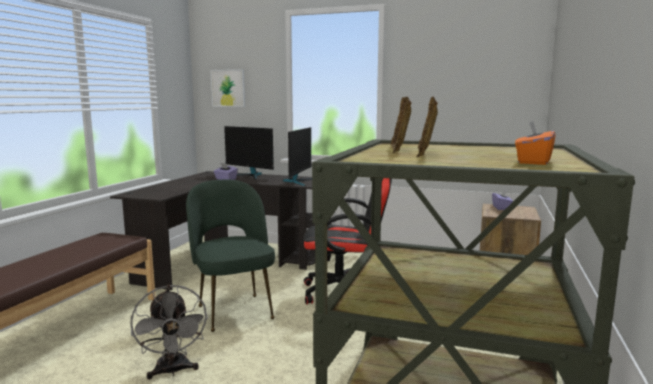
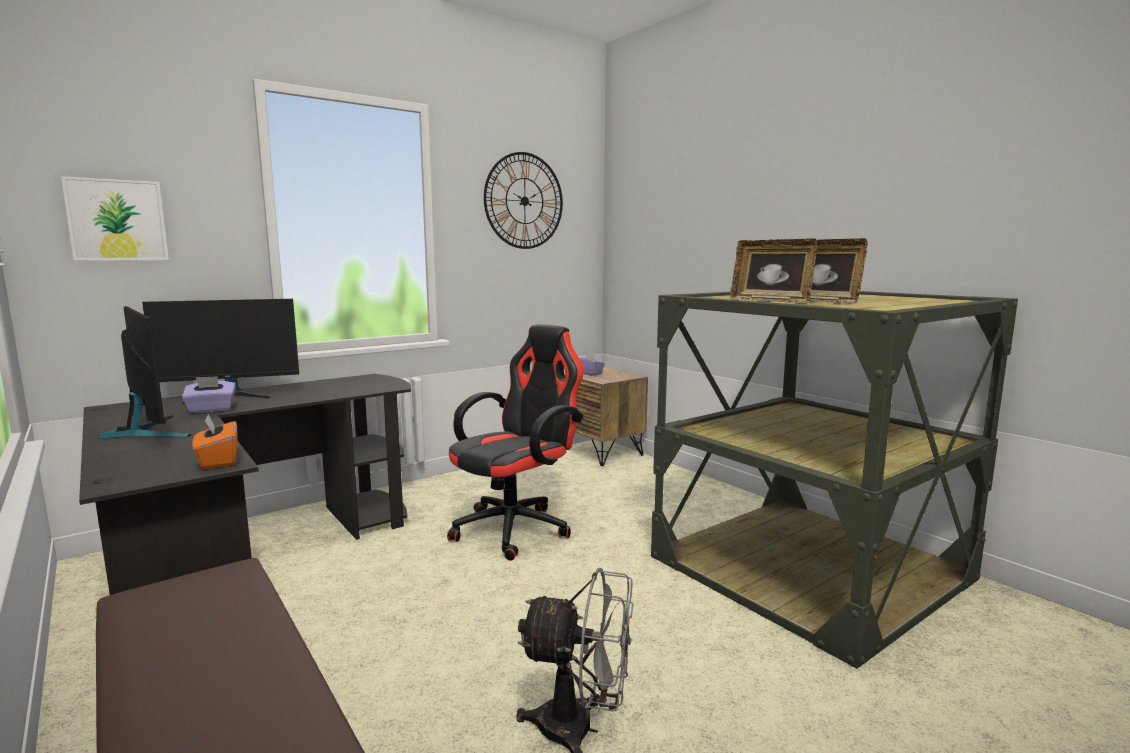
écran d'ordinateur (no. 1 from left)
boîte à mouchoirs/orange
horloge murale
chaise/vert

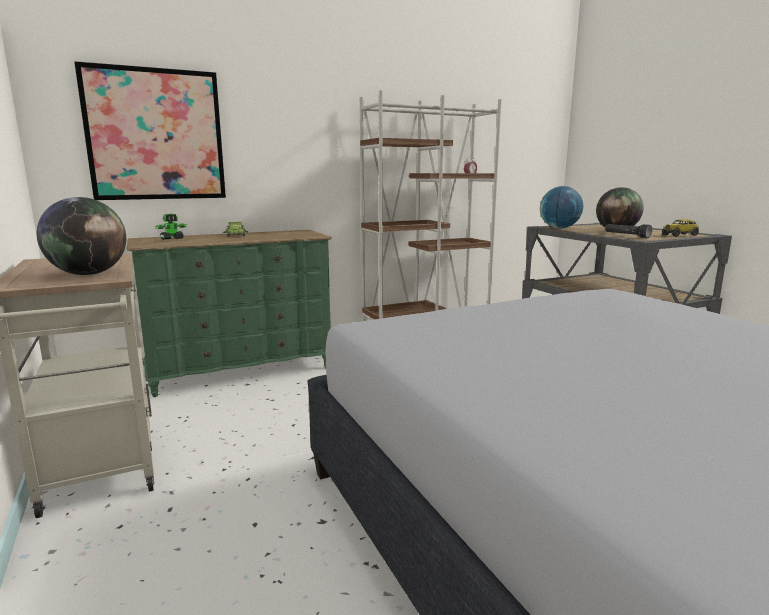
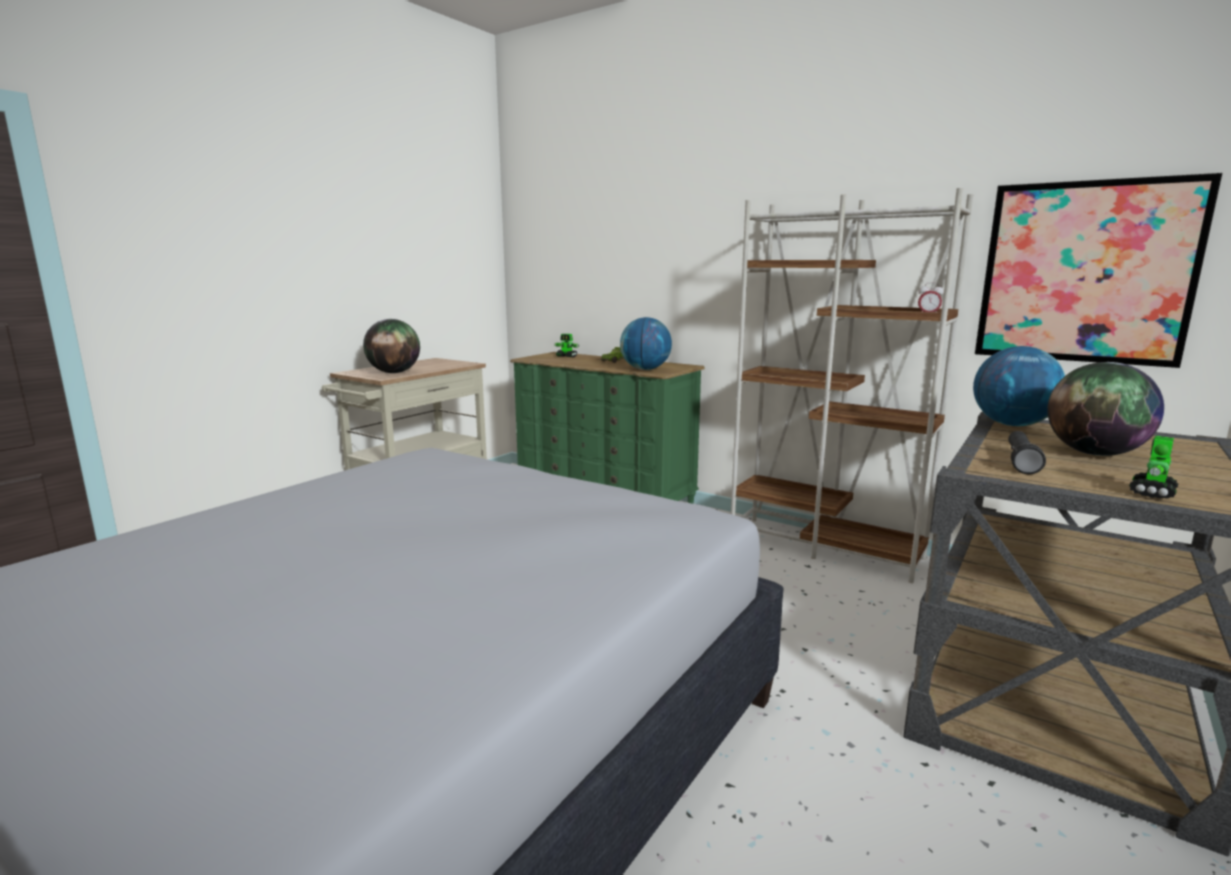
globe (no. 2 from left)
tableau
robot jouet (no. 2 from left)

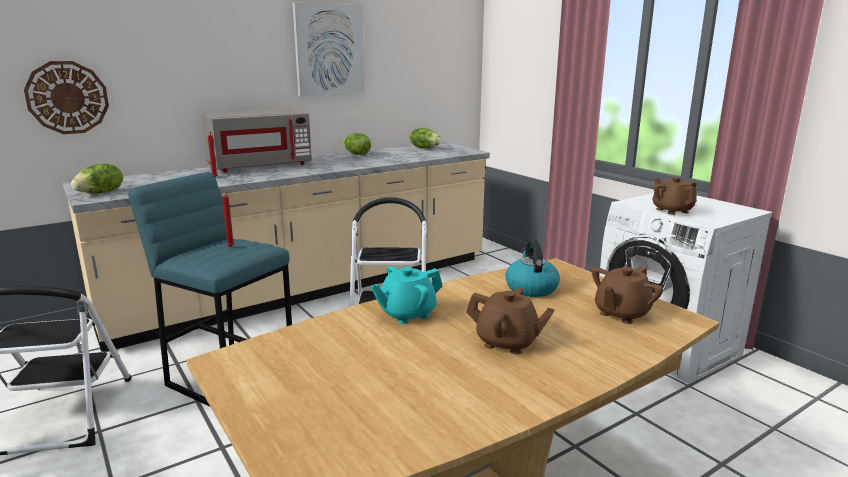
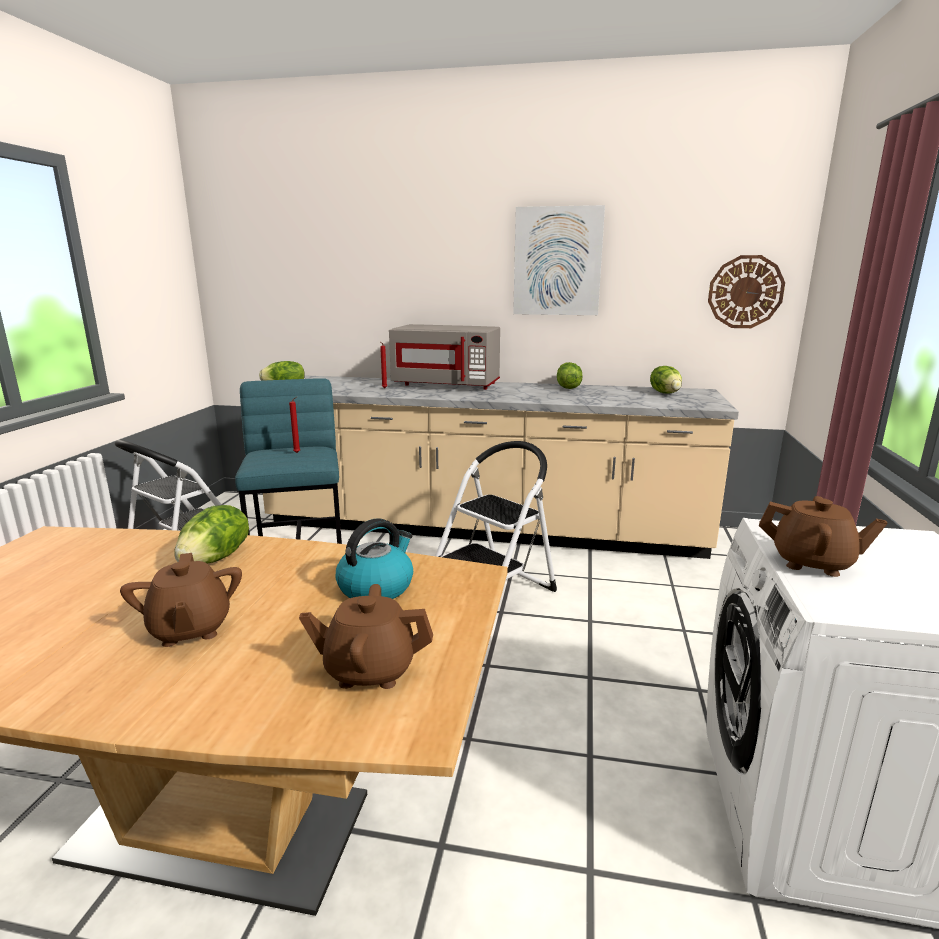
laitue (no. 1 from left)
horloge murale
théière/marron (no. 3 from left)

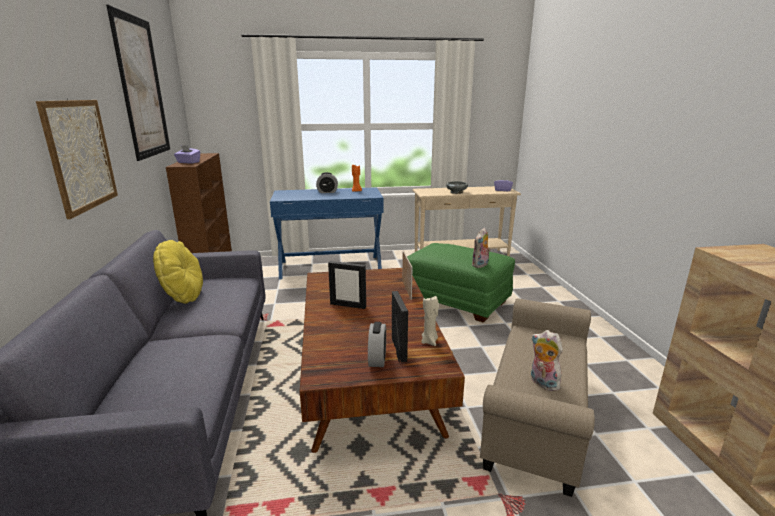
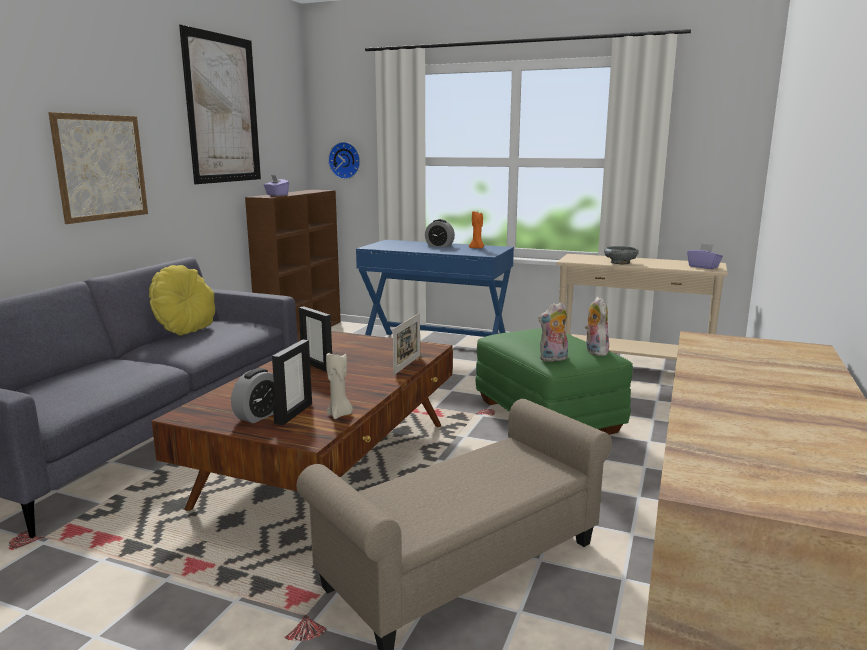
horloge murale
peluche (no. 2 from left)

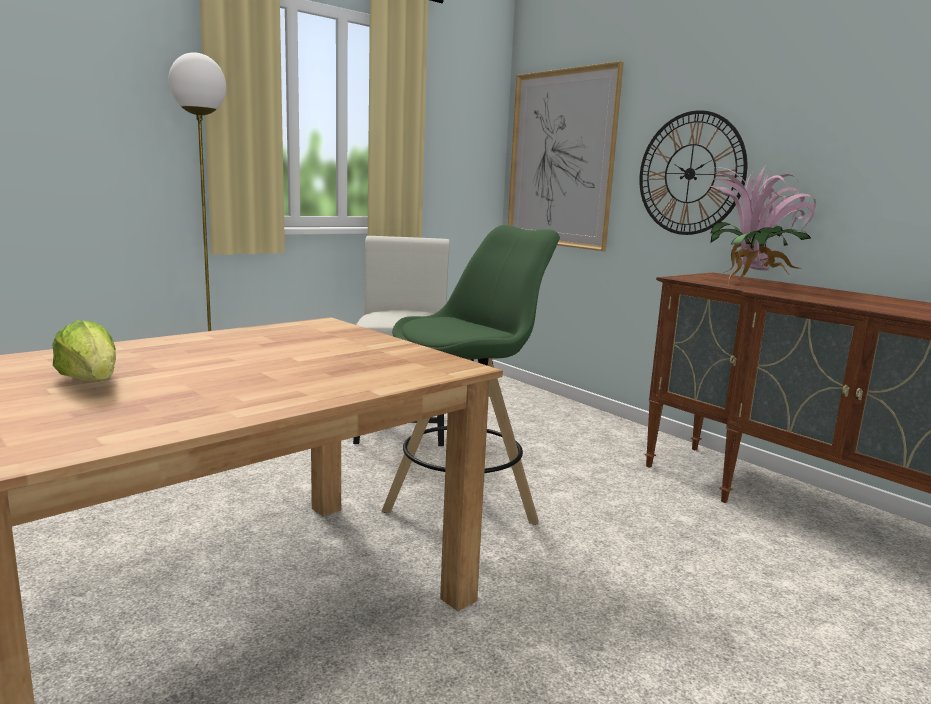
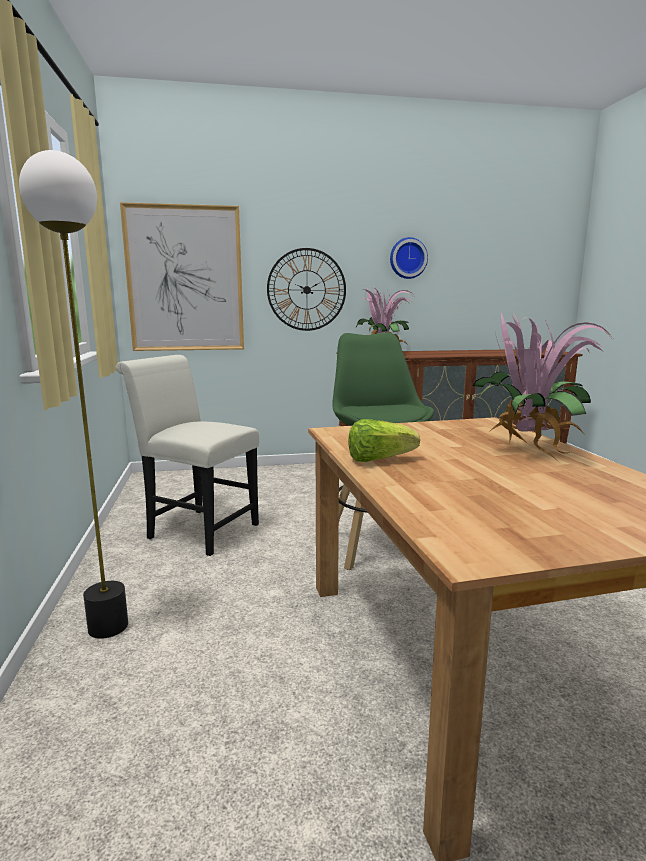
laitue
horloge murale (no. 2 from left)
plante en pot (no. 2 from left)

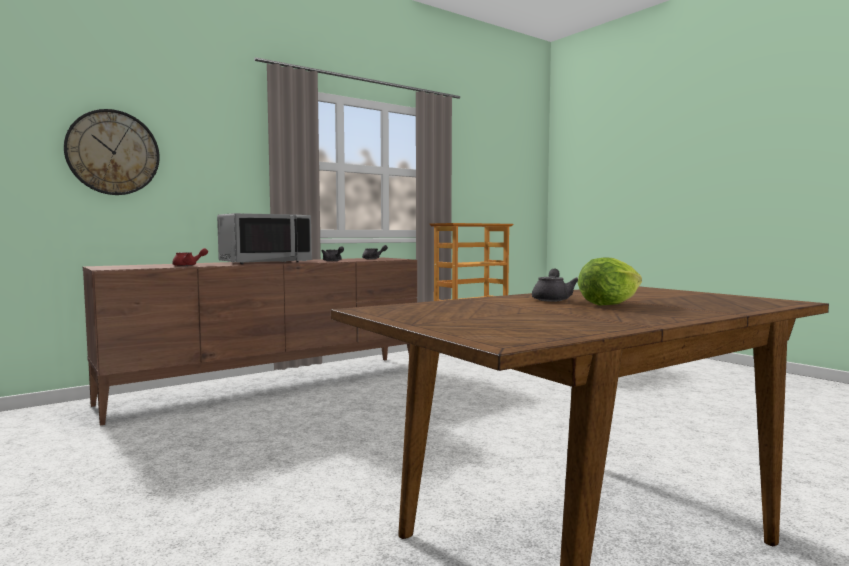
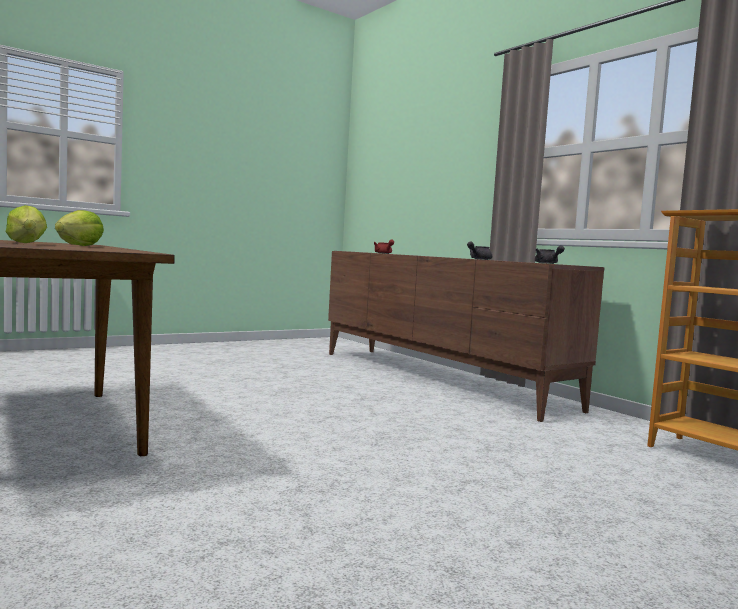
laitue (no. 2 from left)
horloge murale
micro-ondes/gris

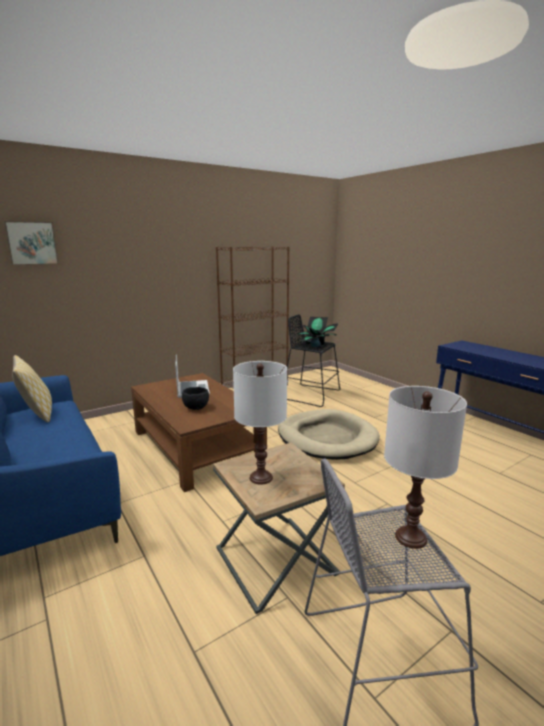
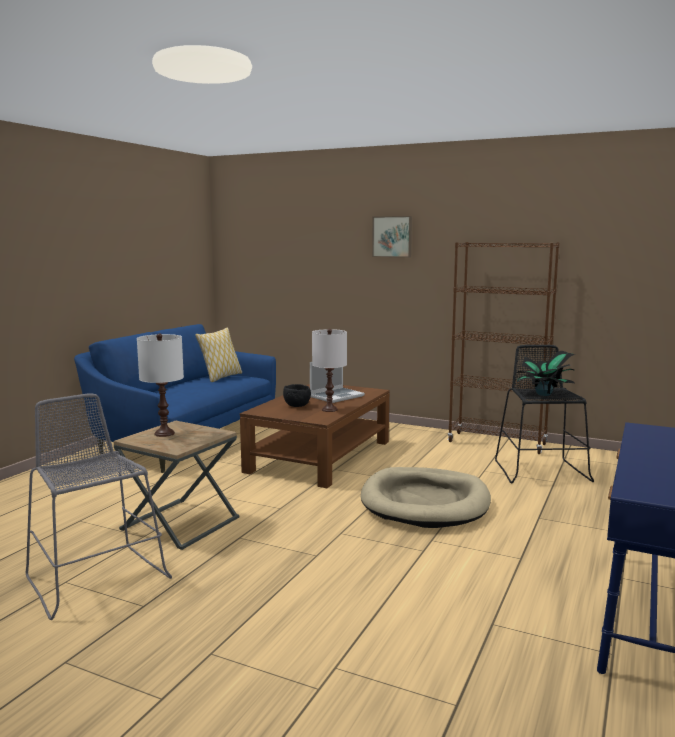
lampe de table/blanc (no. 2 from left)
tableau

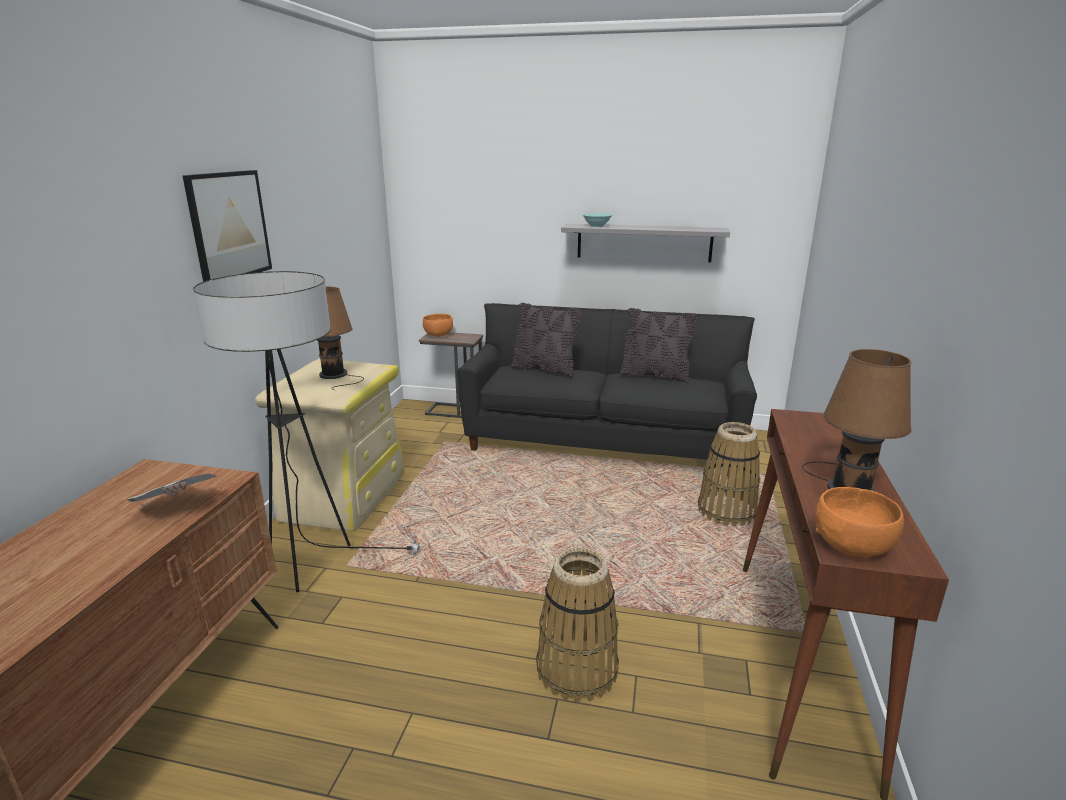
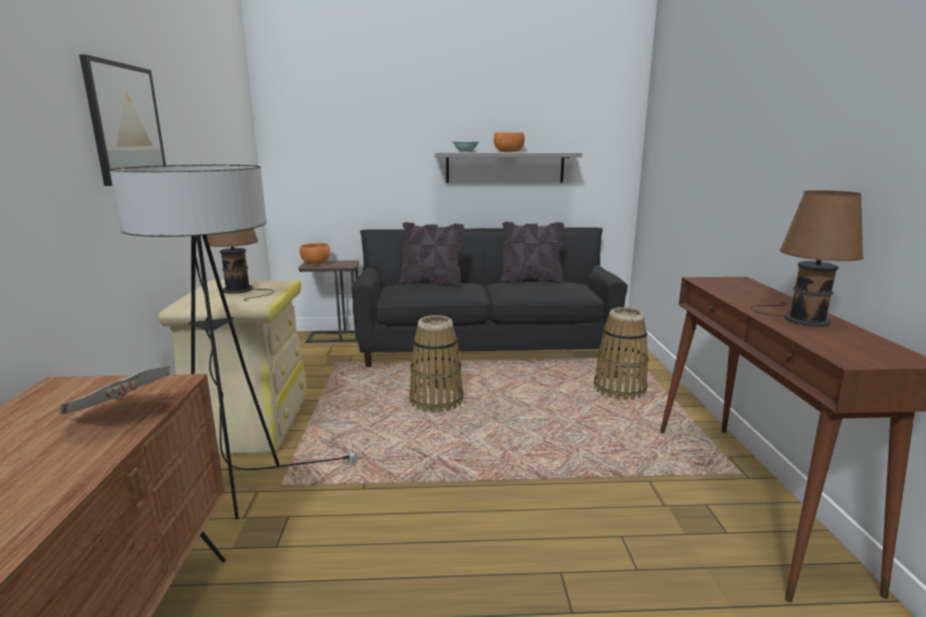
panier (no. 1 from left)
bol/orange (no. 2 from left)

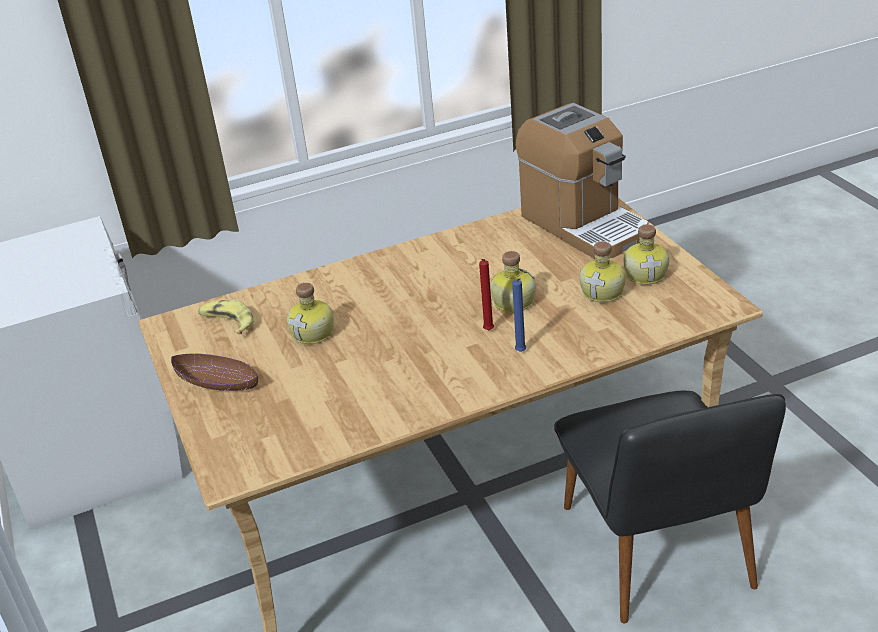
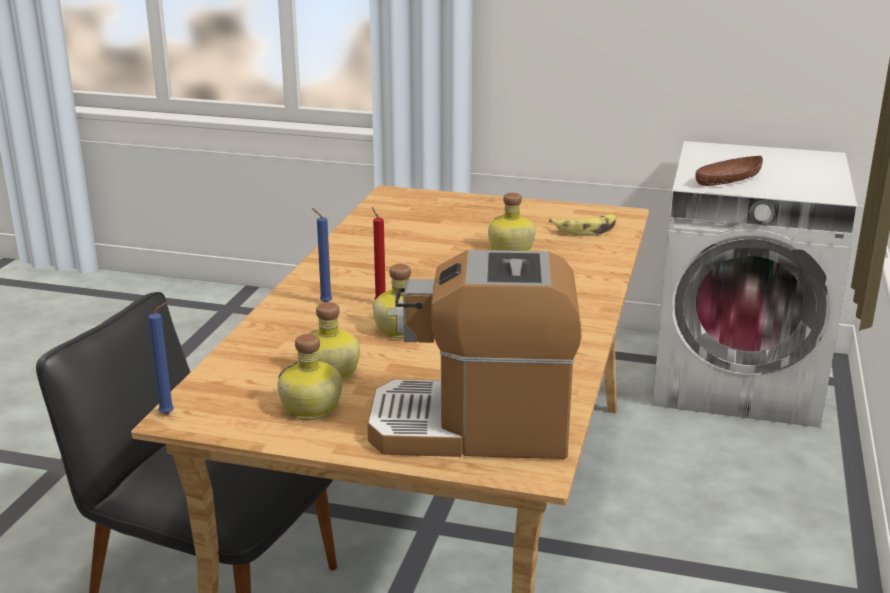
bougie/bleu (no. 1 from left)
bol/marron

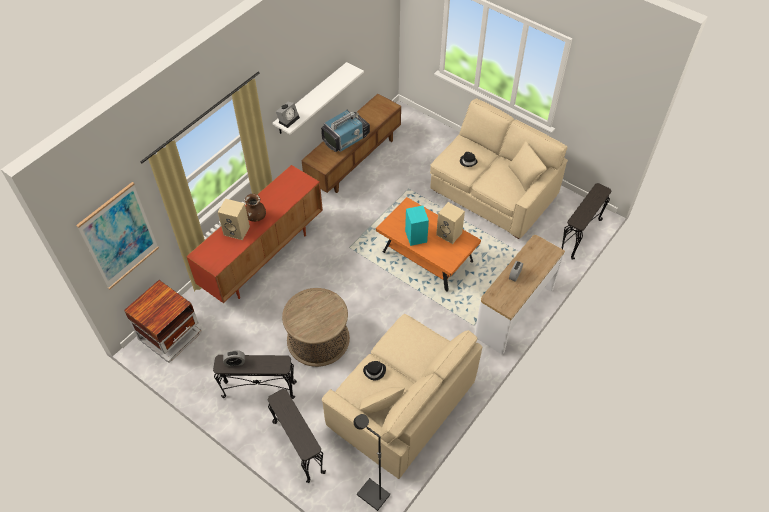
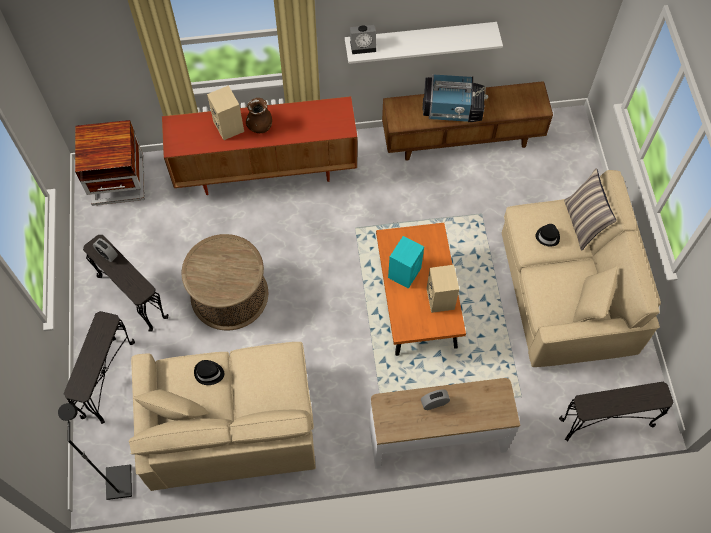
coussin
tableau

